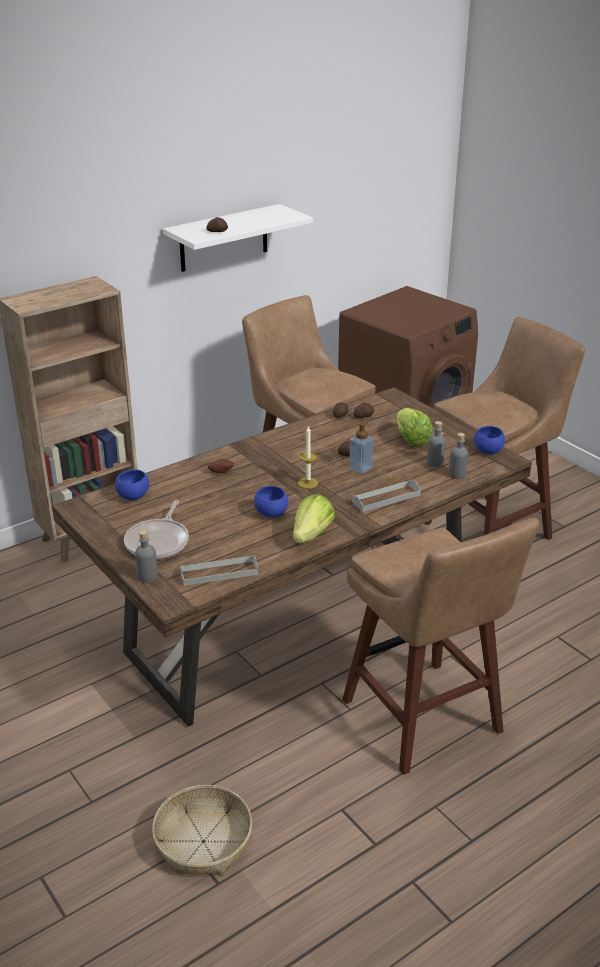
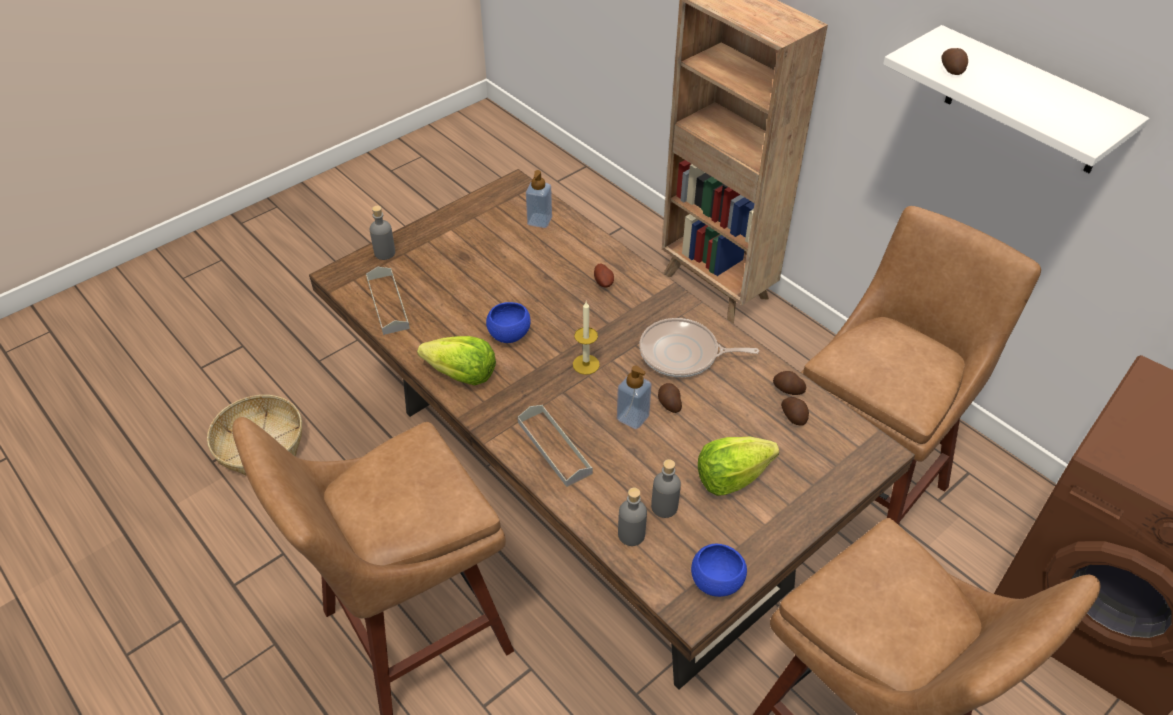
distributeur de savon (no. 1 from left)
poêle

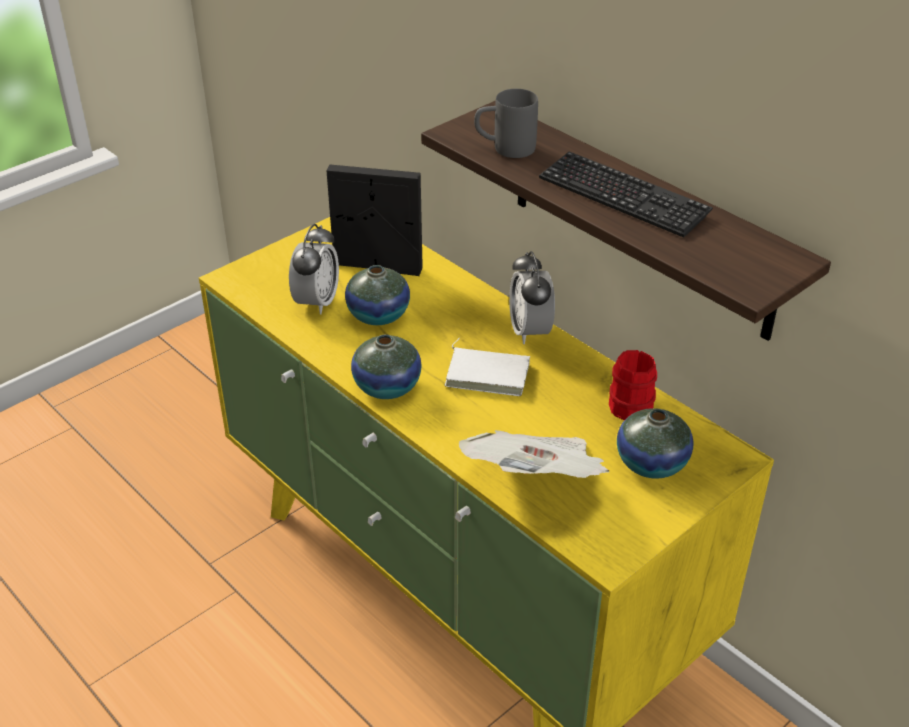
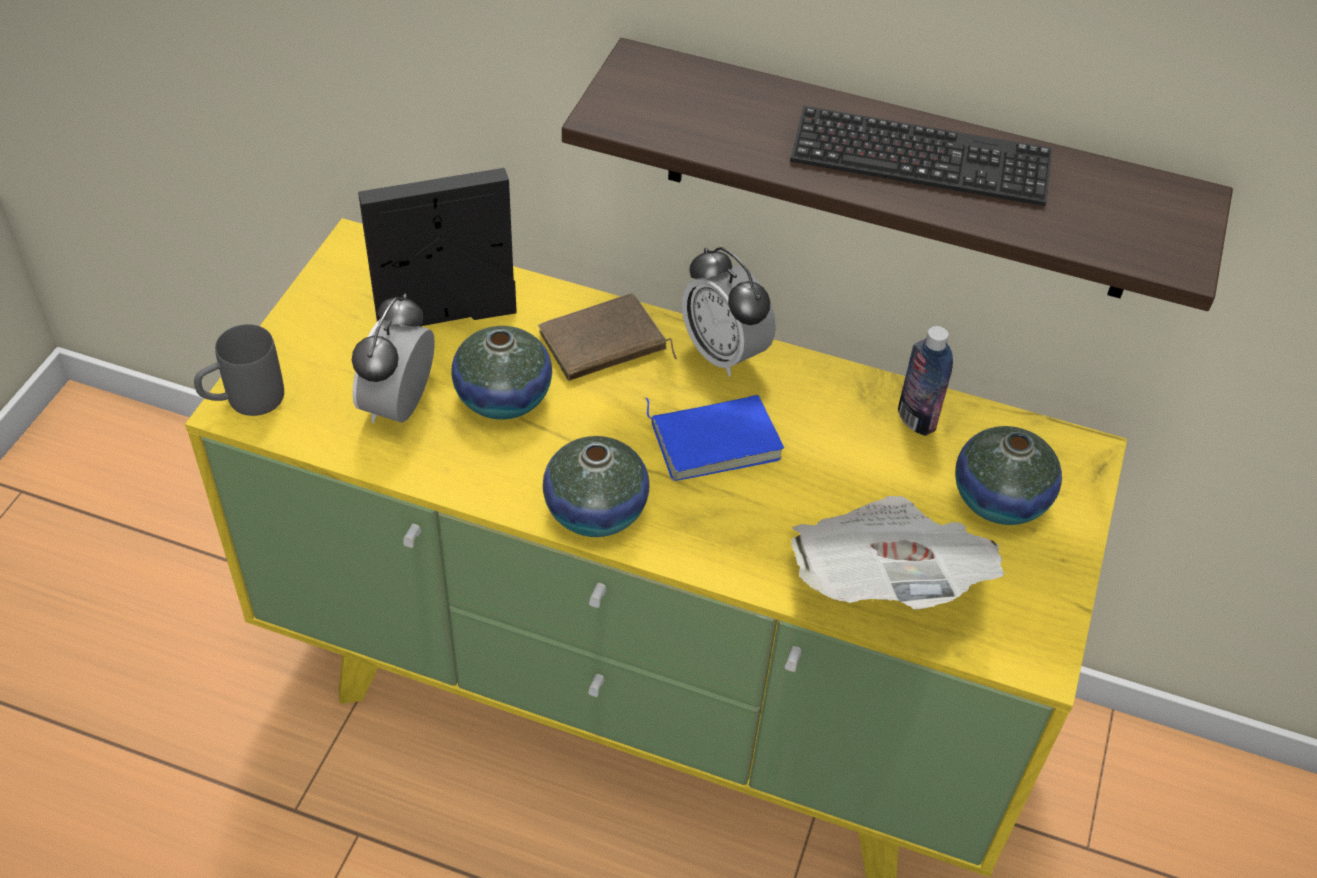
mug/gris
réveil (no. 1 from left)
livre/marron
livre/bleu
bouteille

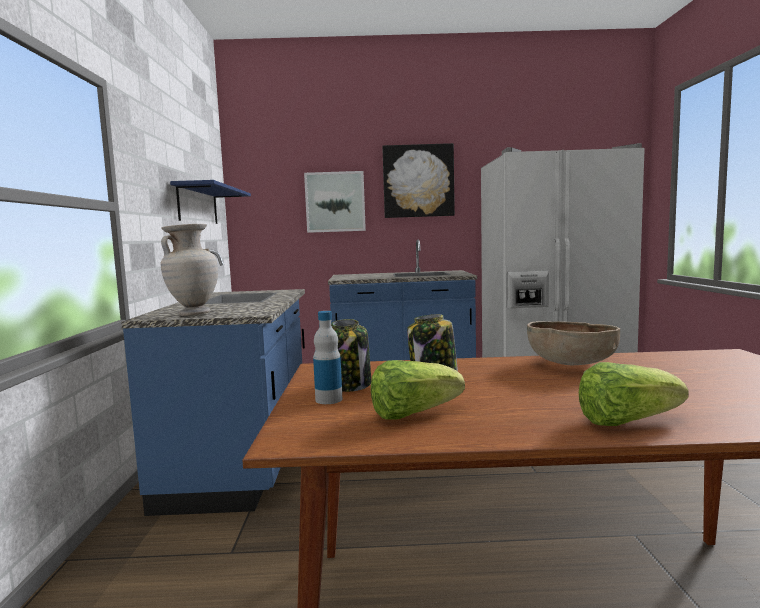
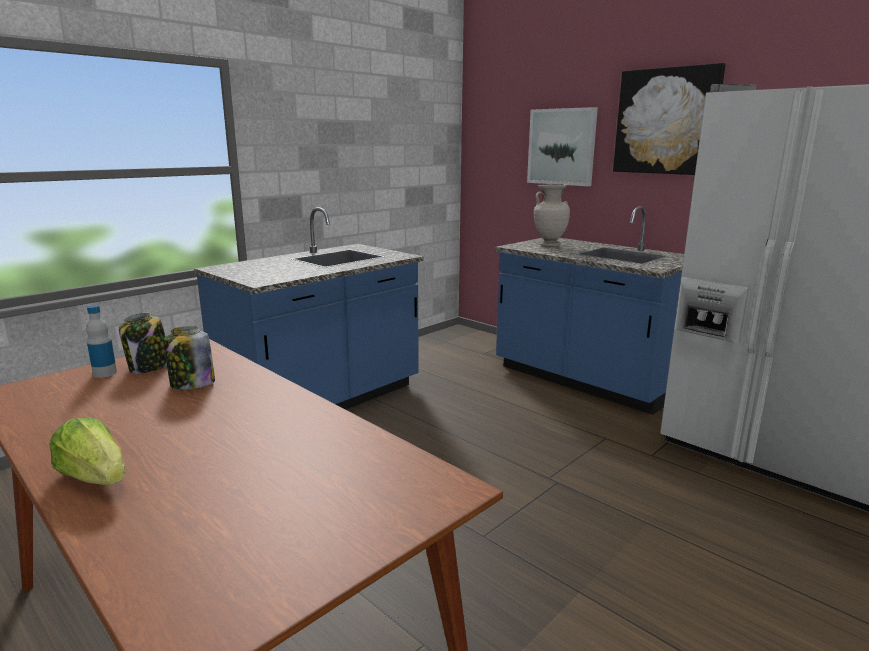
vase/beige
étagère/bleu
laitue (no. 1 from left in the first image)
bol/marron

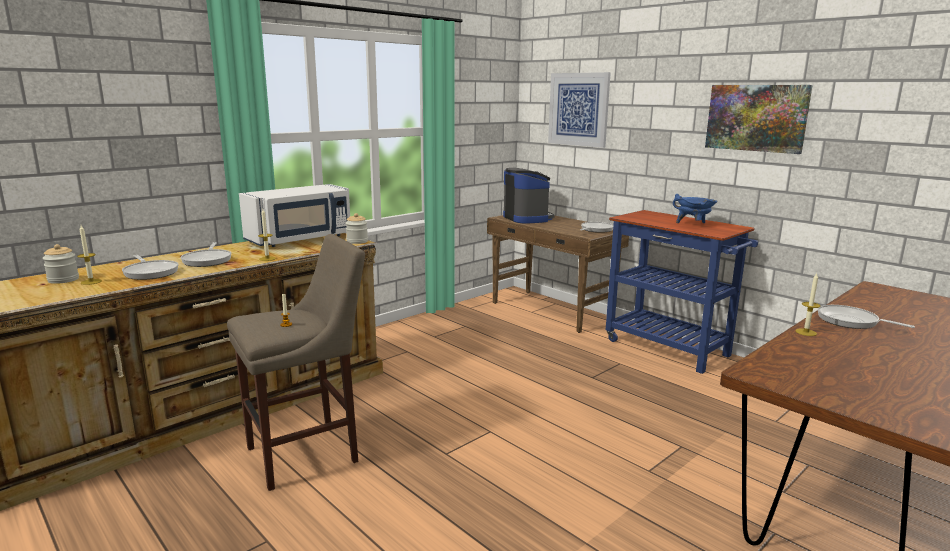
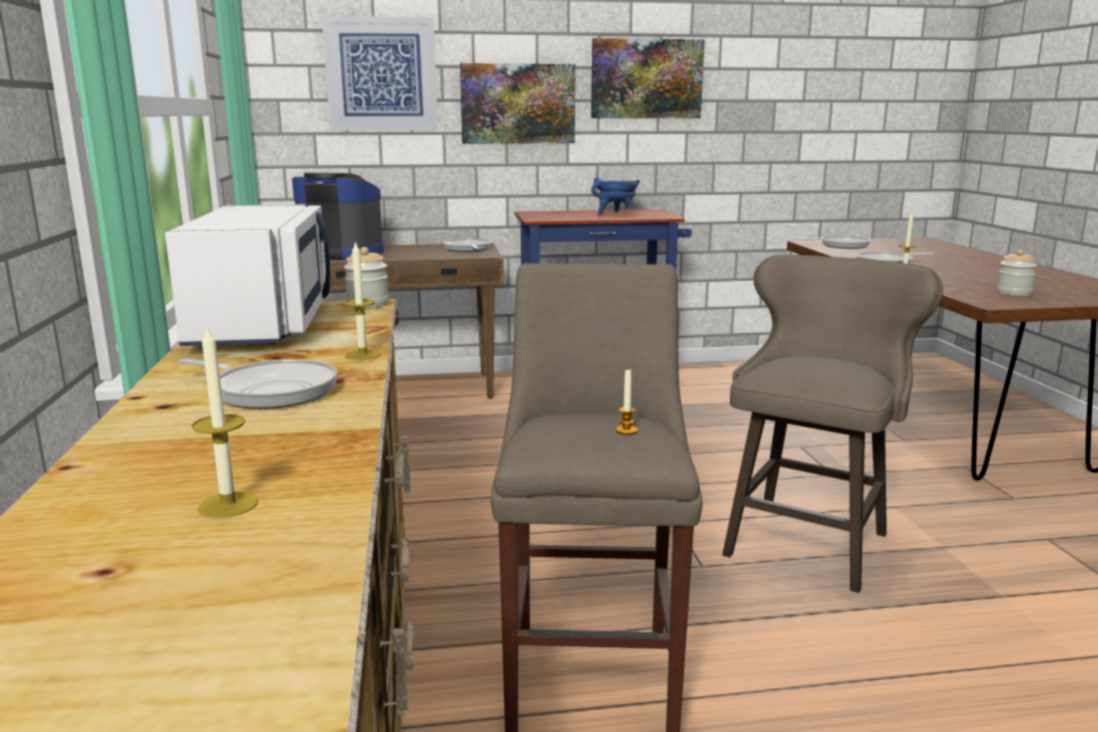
tableau (no. 2 from left)
tabouret/beige (no. 2 from left)
poêle (no. 3 from left)
bocal (no. 2 from left)

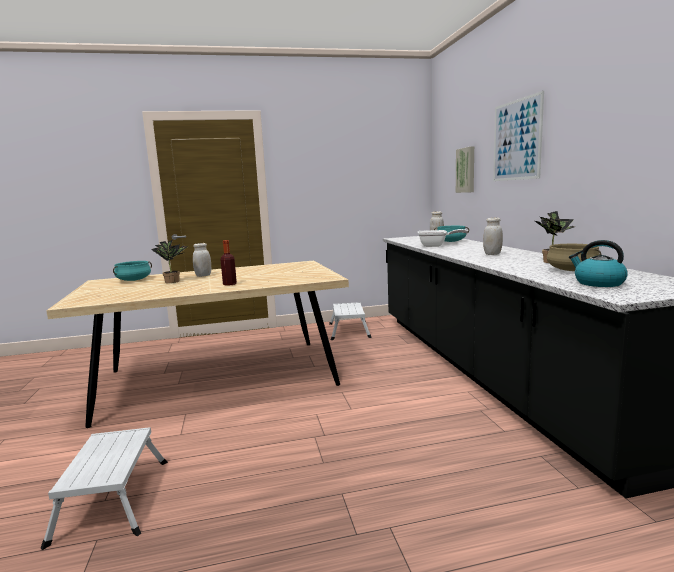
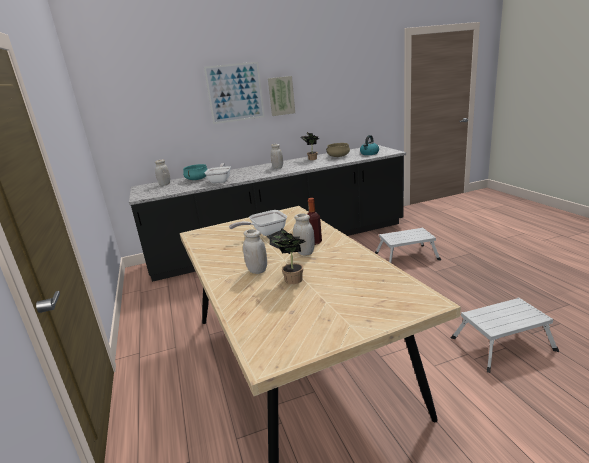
poêle (no. 2 from left)
tableau (no. 2 from left)
bocal/blanc (no. 4 from left)
escabeau/blanc (no. 1 from left)
marmite/turquoise (no. 1 from left in the first image)

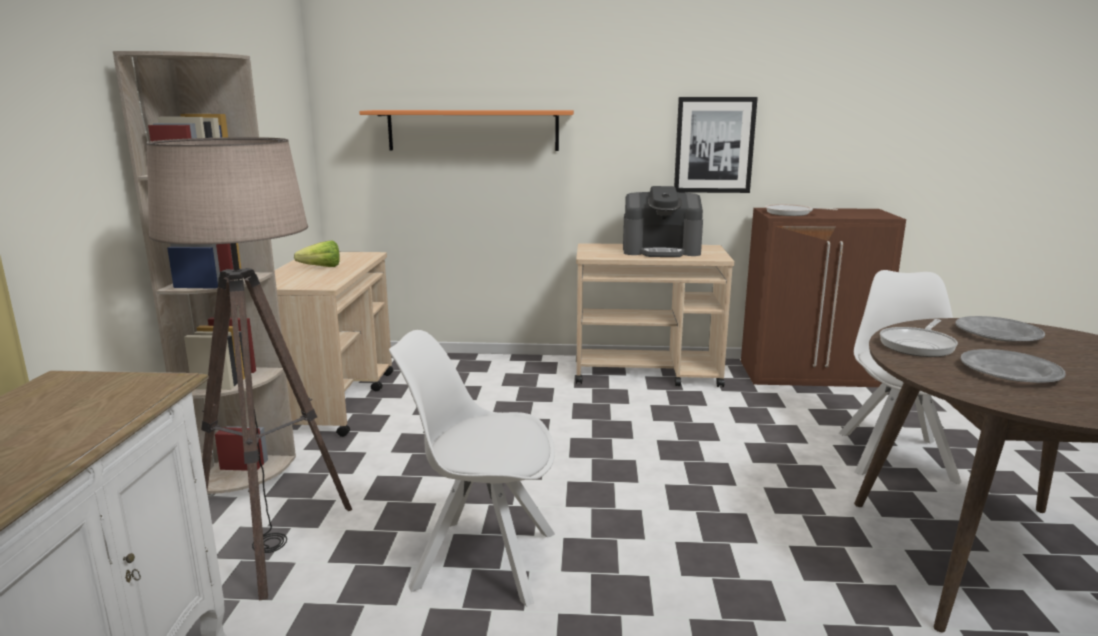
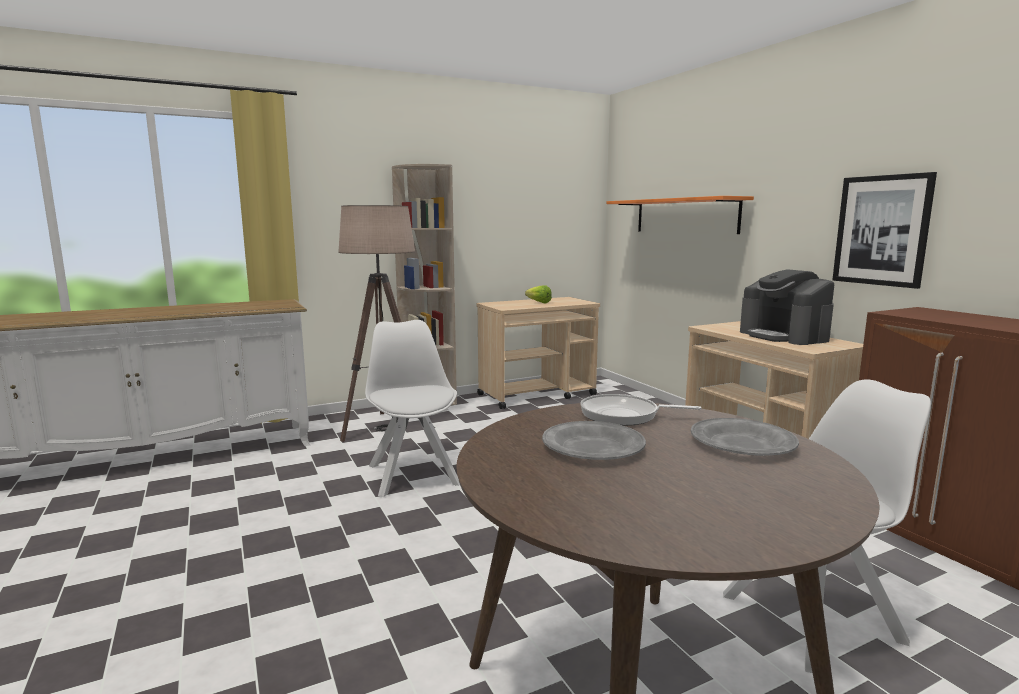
poêle (no. 1 from left in the first image)

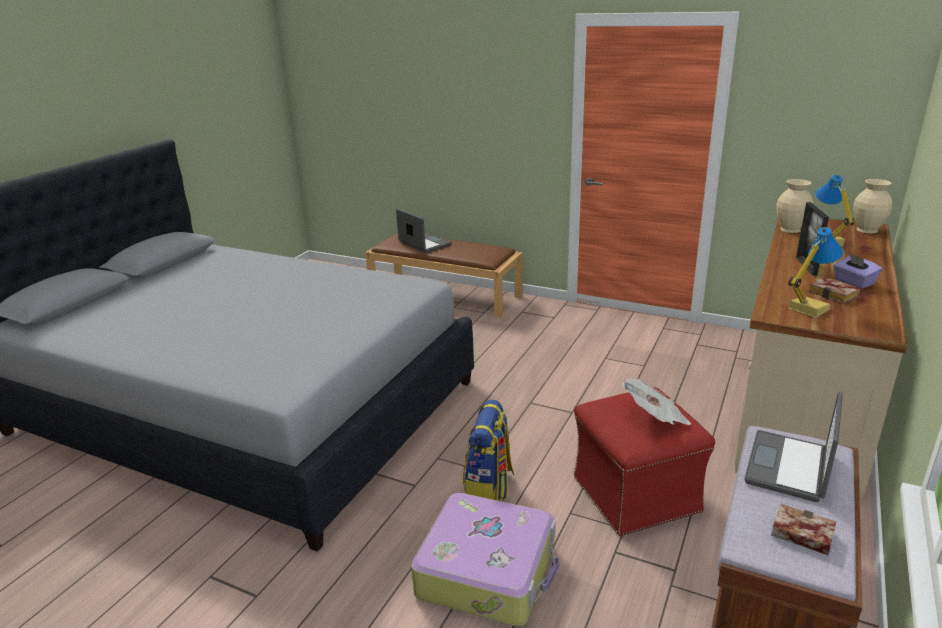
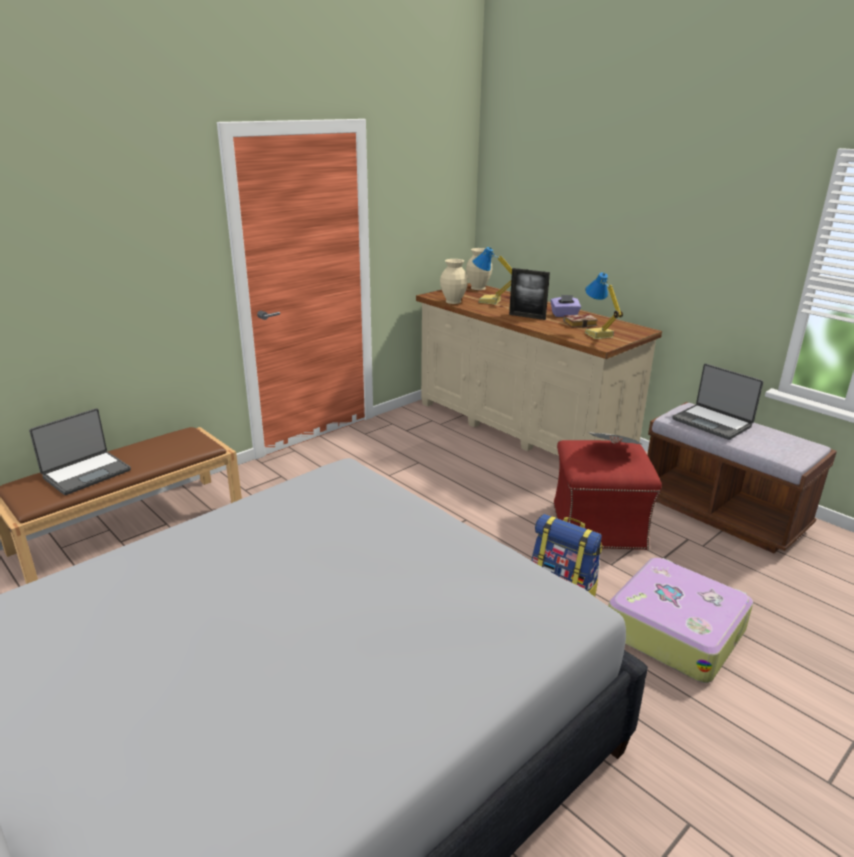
ordinateur portable (no. 1 from left)
livre (no. 1 from left in the first image)

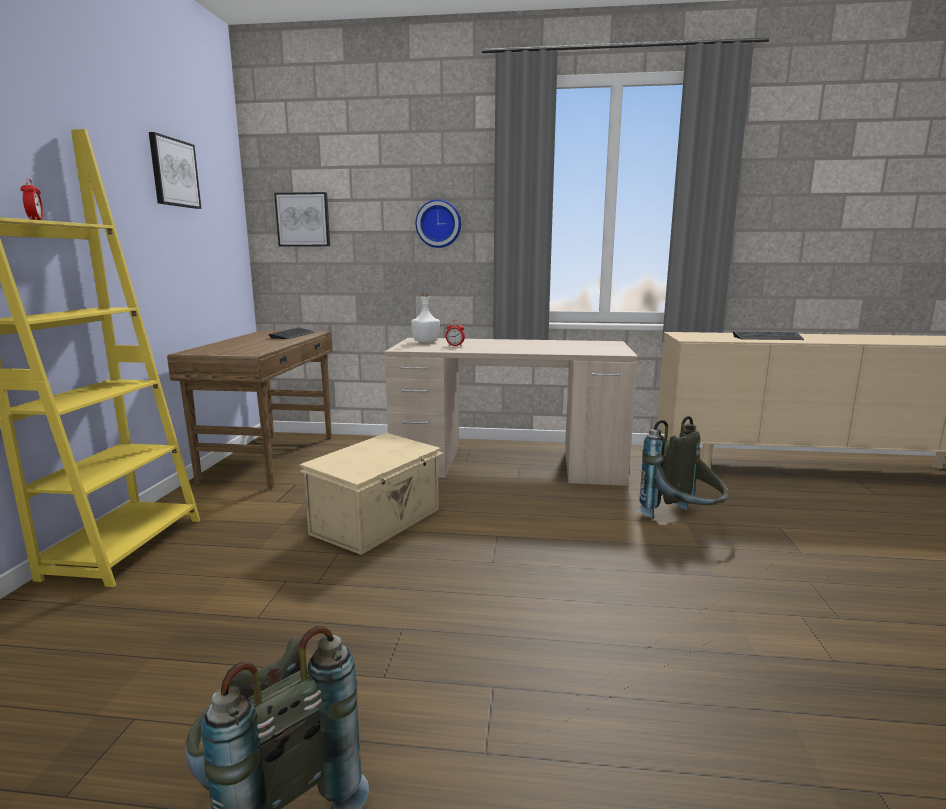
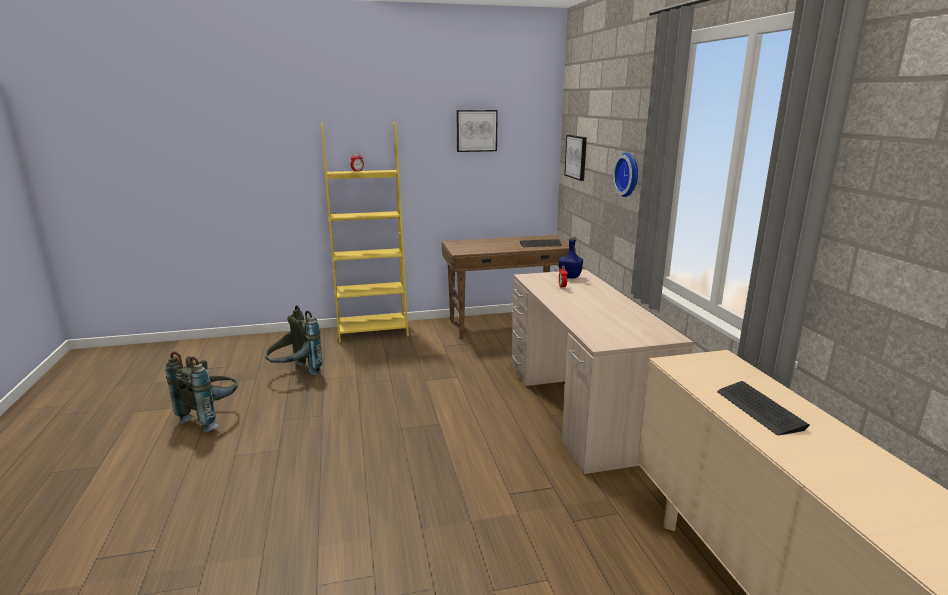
sac à dos/gris (no. 2 from left)
bouteille/bleu
boîte de rangement/beige

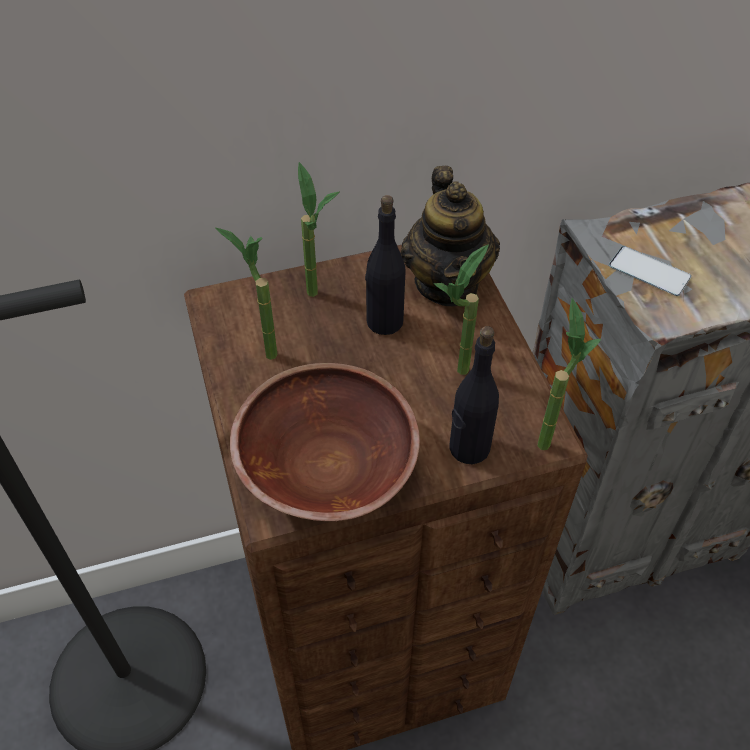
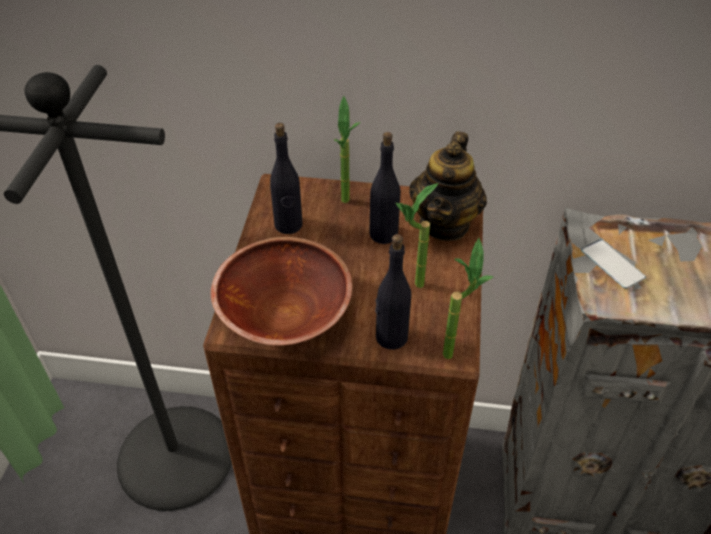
bouteille/noir (no. 1 from left)

